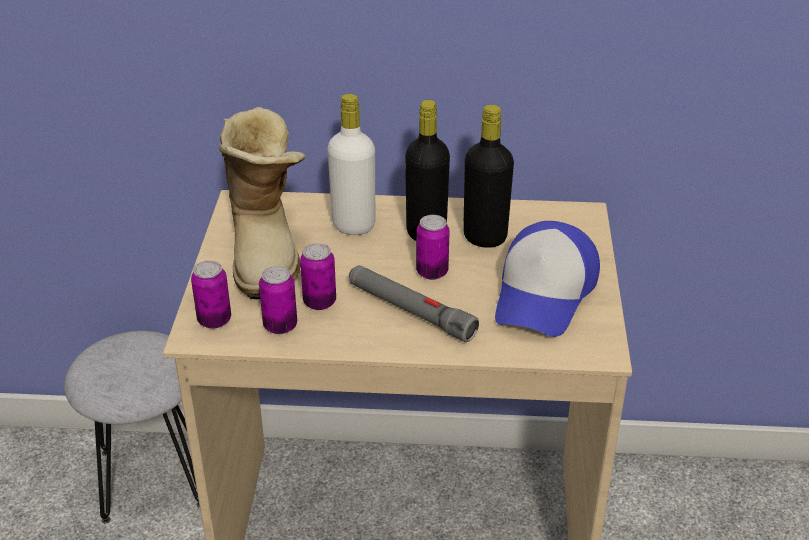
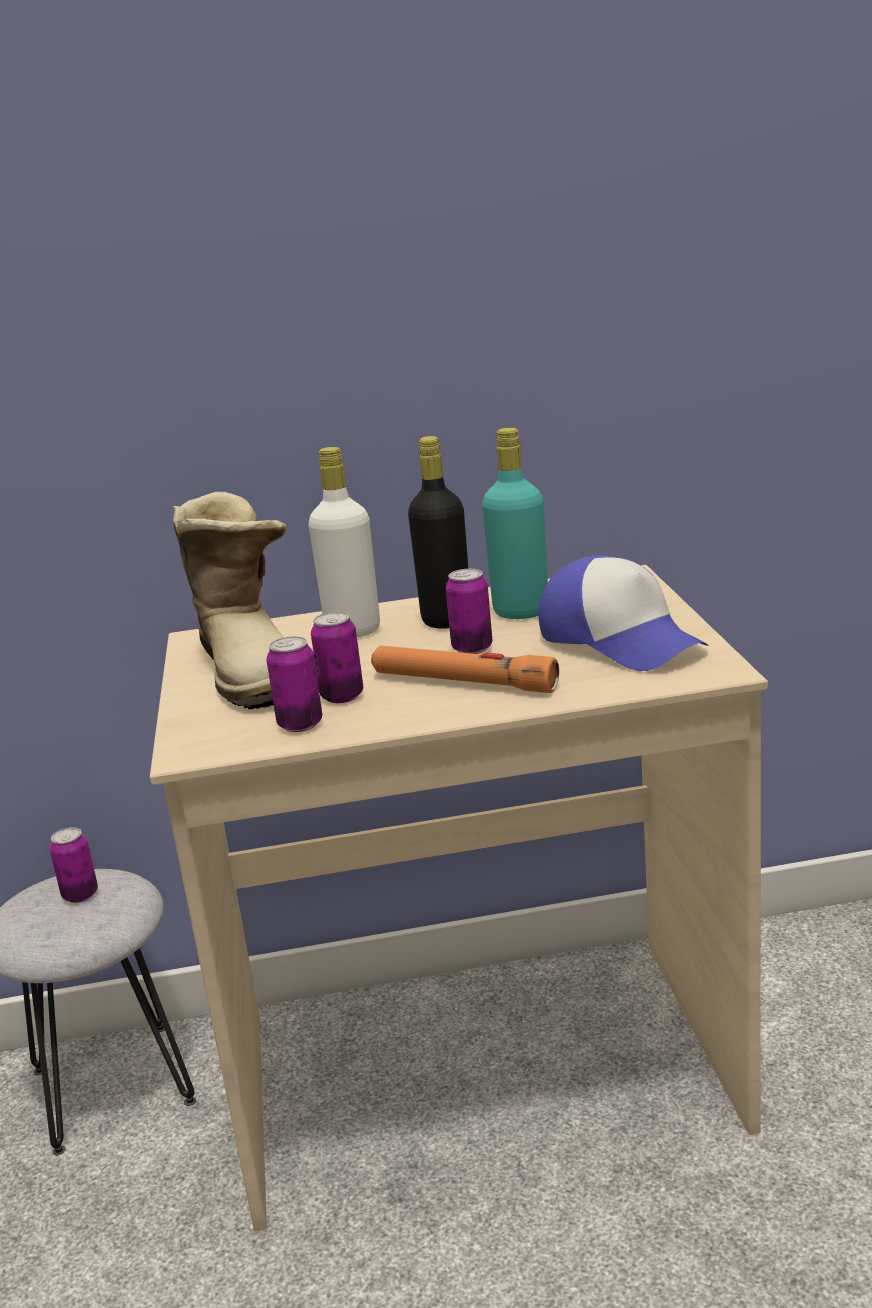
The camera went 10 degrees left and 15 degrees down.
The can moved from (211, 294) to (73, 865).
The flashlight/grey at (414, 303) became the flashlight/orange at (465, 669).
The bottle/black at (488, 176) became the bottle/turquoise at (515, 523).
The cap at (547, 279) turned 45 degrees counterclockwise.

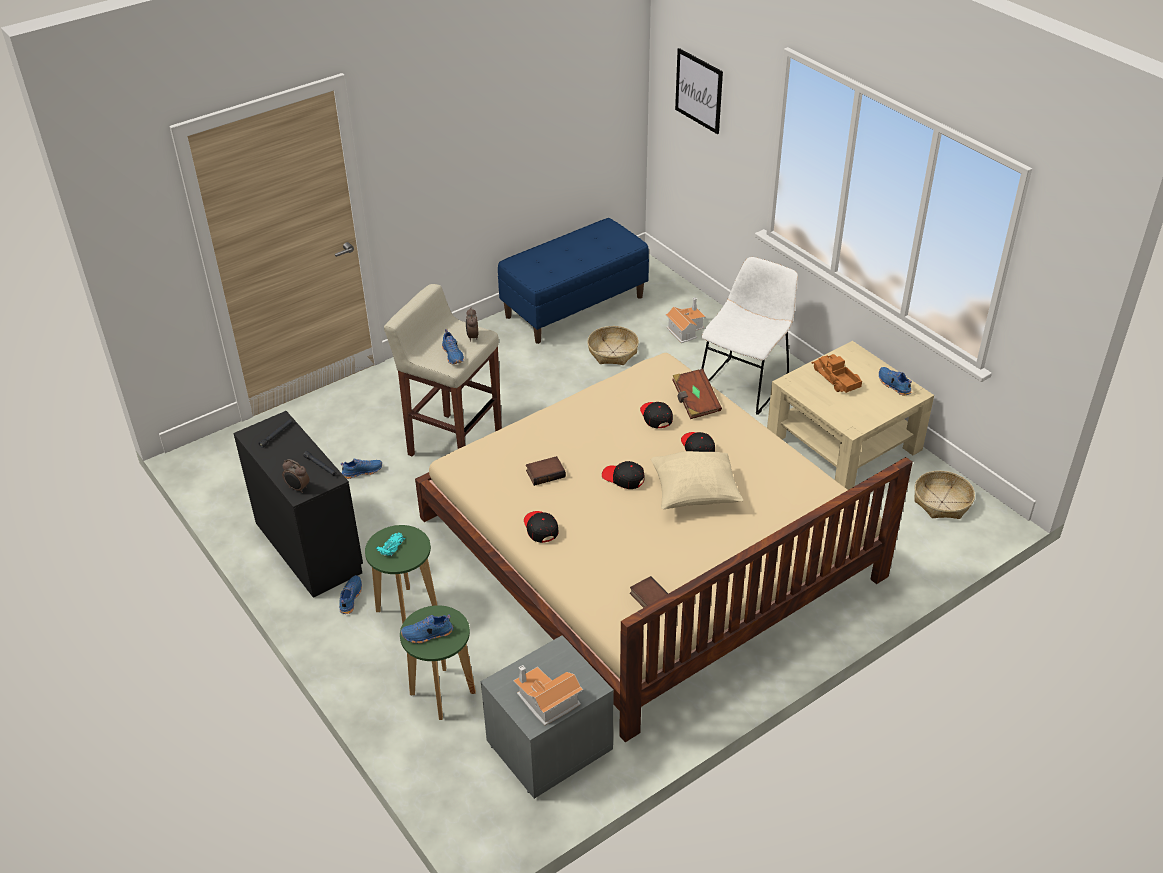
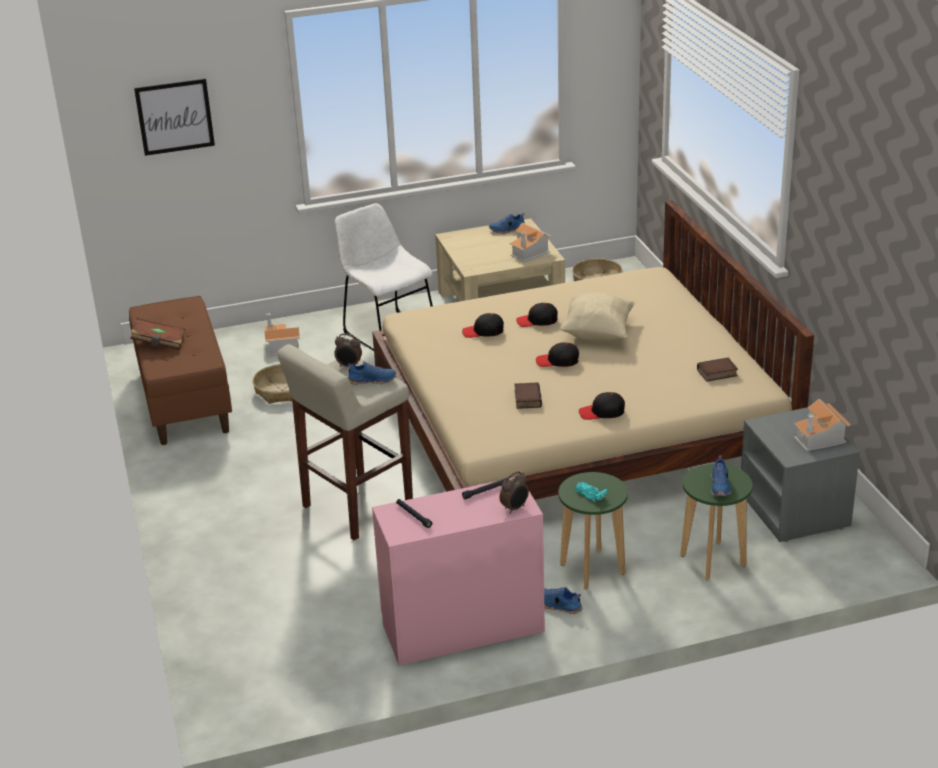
The camera went 70 degrees left and 10 degrees down.
The bench/blue at (573, 281) became the bench/brown at (180, 370).
The book/brown moved from (697, 394) to (157, 333).
The dresser/black at (298, 504) became the dresser/pink at (458, 571).
The toy house at (530, 242) appeared.
The cap/black at (623, 475) turned 45 degrees clockwise.
The shoe/blue at (361, 469) disappeared.
The toy truck at (836, 373) disappeared.

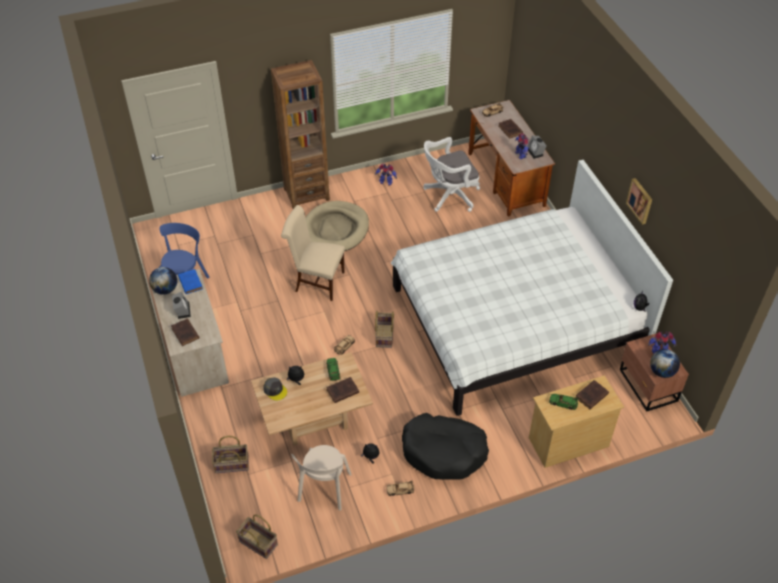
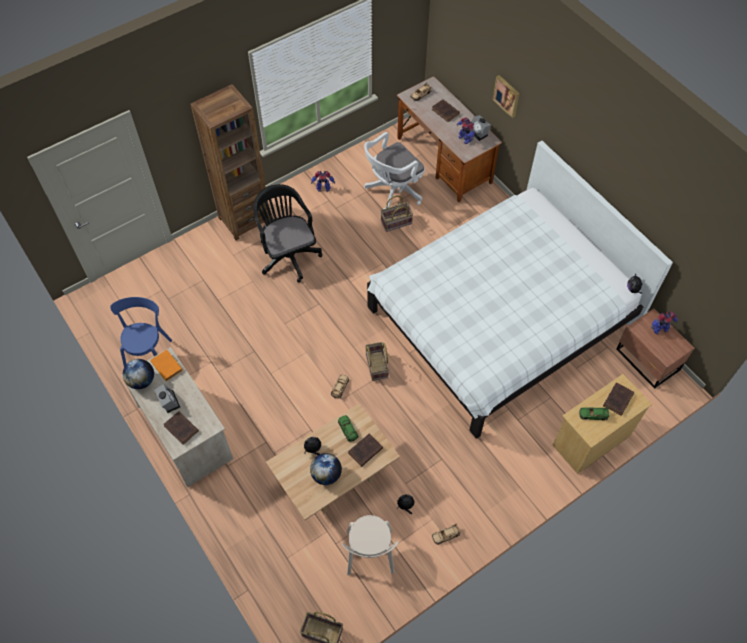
The camera went 15 degrees left and 10 degrees up.
The book/blue at (190, 281) became the book/orange at (166, 365).
The dog bed/beige at (337, 226) was replaced by the office chair/black at (287, 233).
The globe moved from (665, 363) to (326, 469).
The basket moved from (230, 454) to (397, 214).
The picture moved from (639, 201) to (506, 96).
The cap/grey at (275, 388) disappeared.
The chair/beige at (313, 253) disappeared.
The dog bed/black at (445, 446) disappeared.

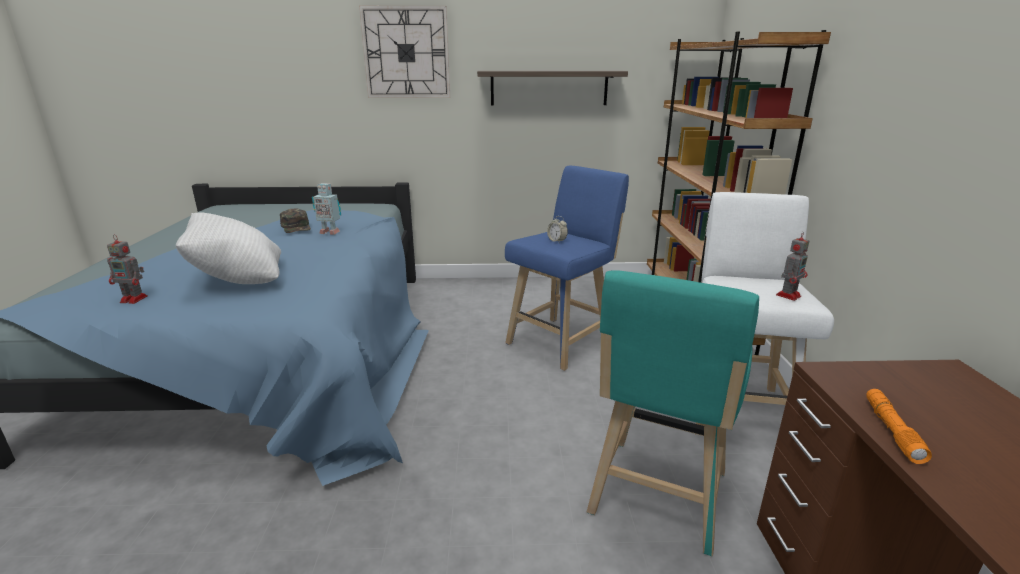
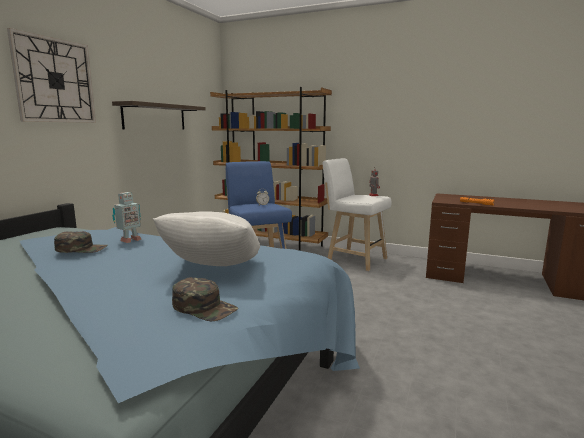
The camera went 65 degrees left and 10 degrees down.
The toy robot at (127, 269) was replaced by the cap/green at (205, 299).
The stool/turquoise at (673, 413) disappeared.

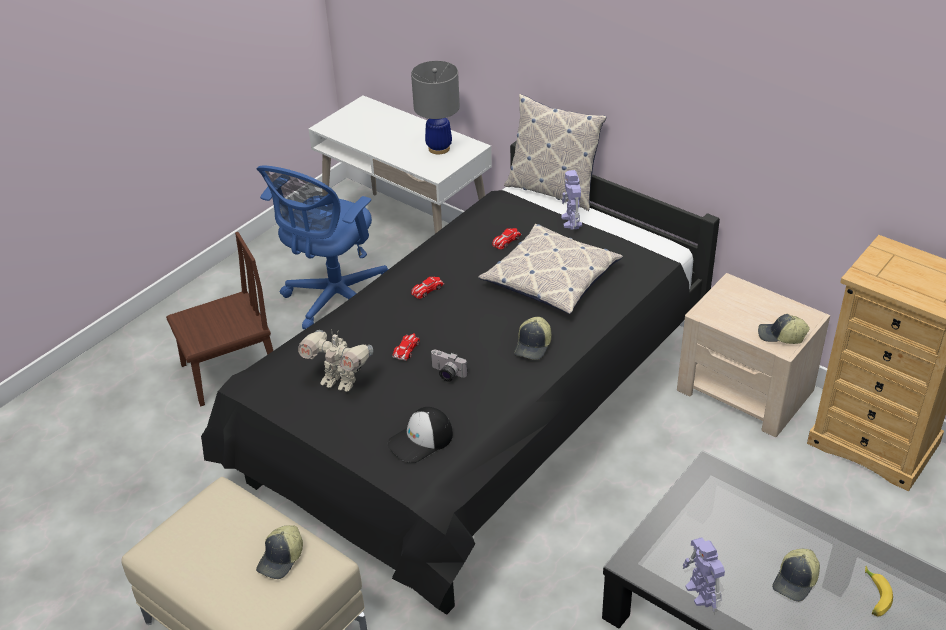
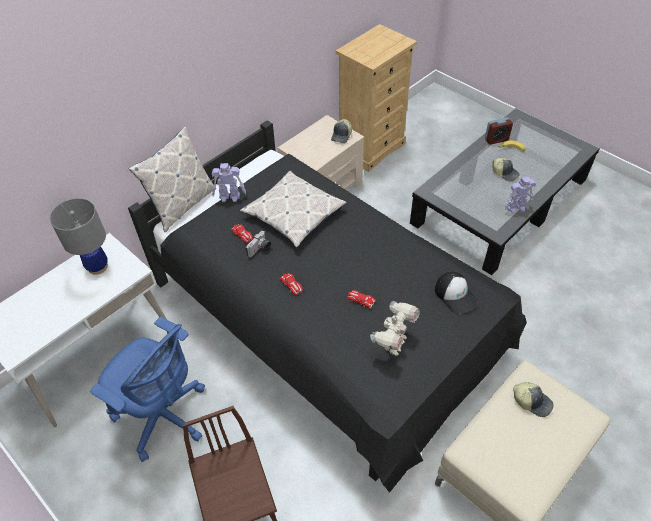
The camera went 85 degrees left and 10 degrees up.
The photo camera moved from (449, 365) to (258, 244).
The alarm clock at (499, 131) appeared.
The cap at (532, 338) disappeared.

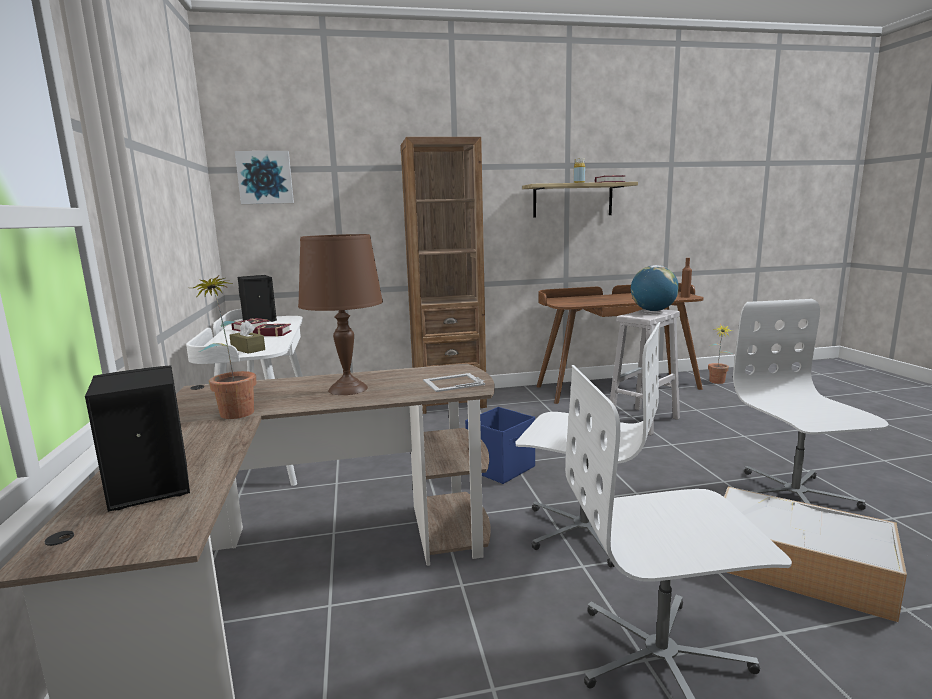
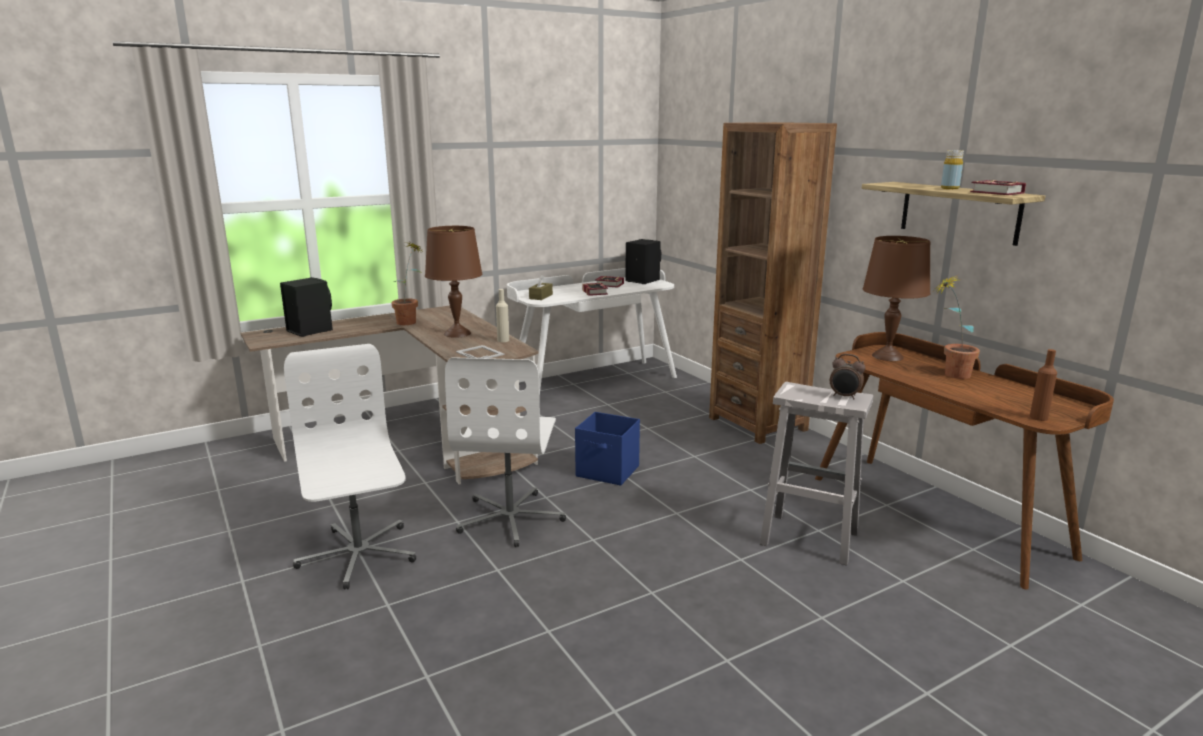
The camera went 70 degrees right and 5 degrees up.
The bottle/beige at (502, 315) appeared.
The globe at (655, 288) was replaced by the alarm clock at (847, 376).
The table lamp/brown at (897, 298) appeared.
The potted plant moved from (721, 354) to (956, 326).
The picture at (264, 177) disappeared.
The storage box at (815, 554) disappeared.
The office chair/white at (811, 404) disappeared.

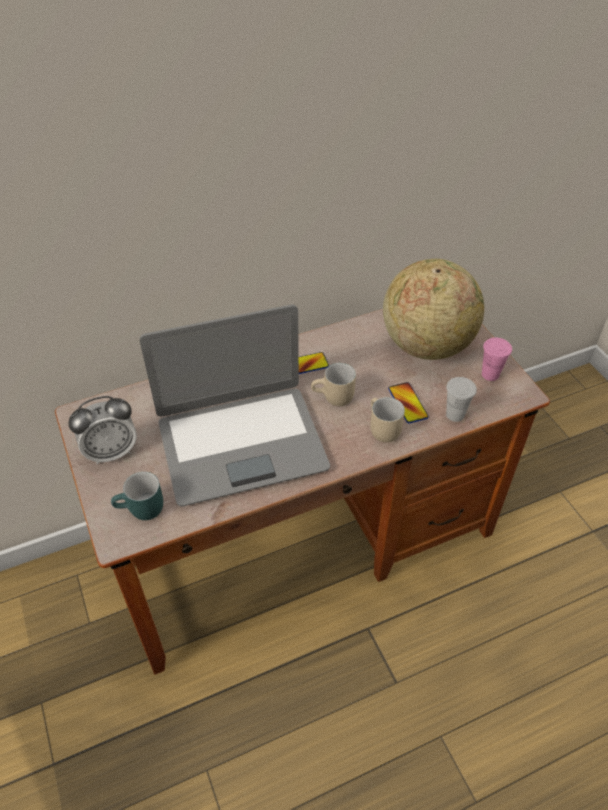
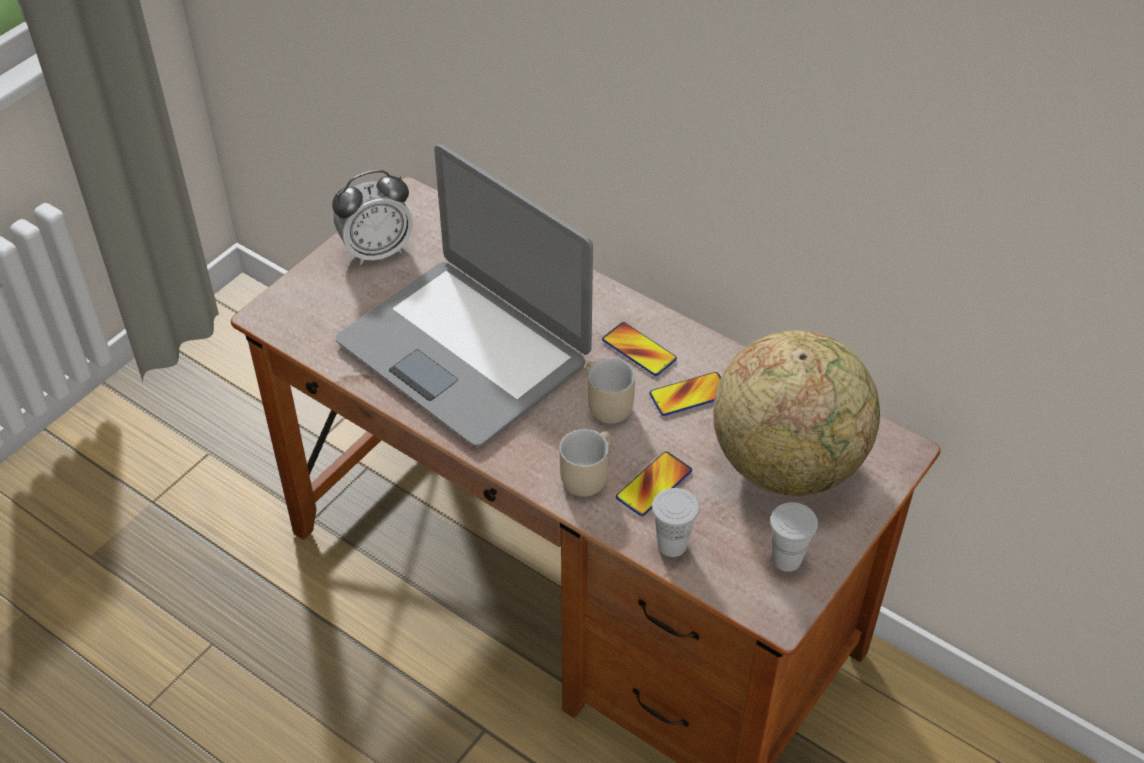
The camera went 60 degrees right and 0 degrees up.
The alarm clock at (102, 430) turned 60 degrees counterclockwise.
The phone at (685, 394) appeared.
The cup/pink at (497, 359) became the cup/white at (794, 537).
The mug/turquoise at (137, 496) disappeared.

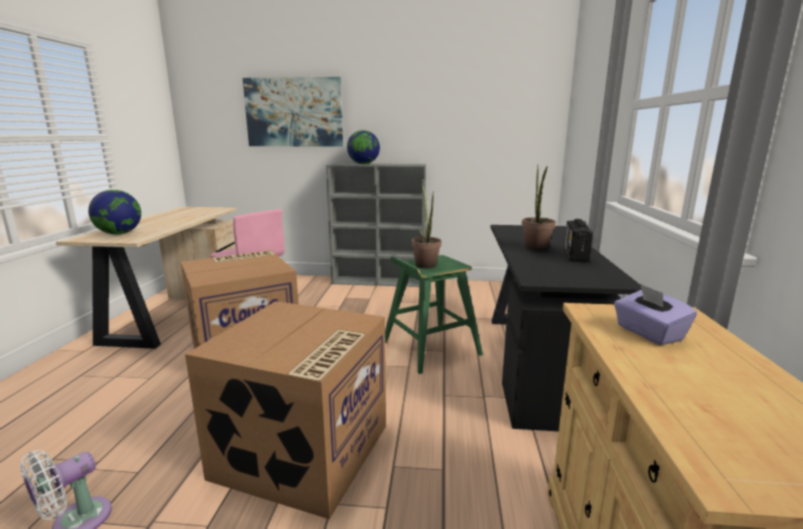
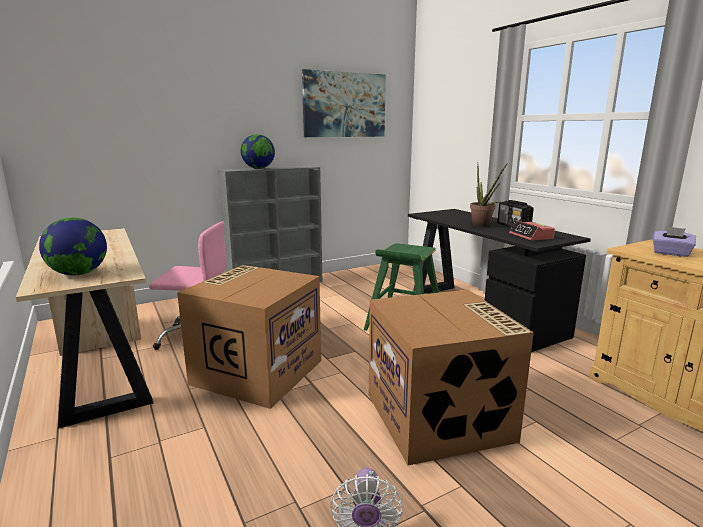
The camera went 35 degrees left and 0 degrees up.
The picture moved from (293, 112) to (344, 103).
The alarm clock at (532, 230) appeared.
The potted plant at (426, 225) disappeared.

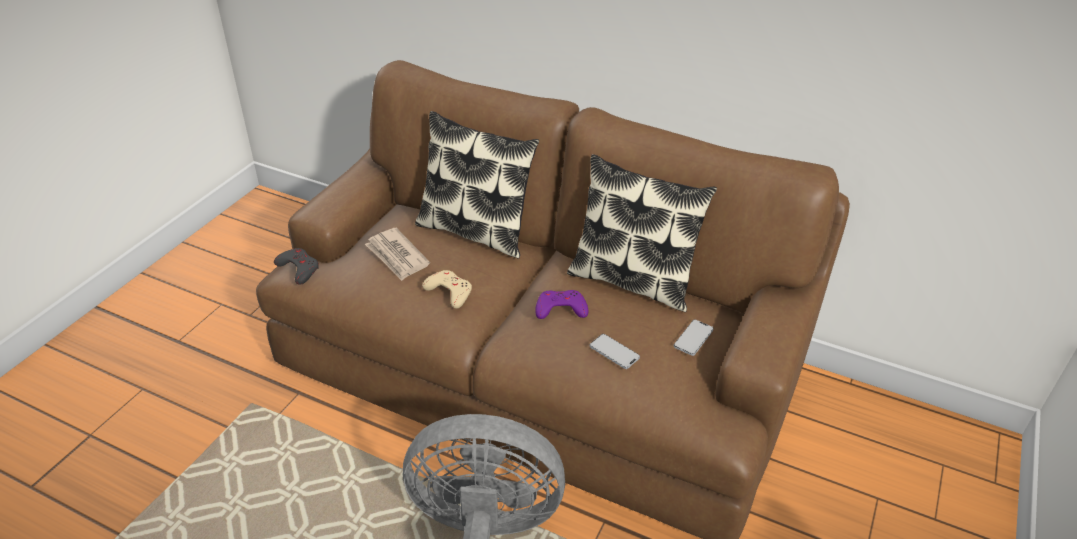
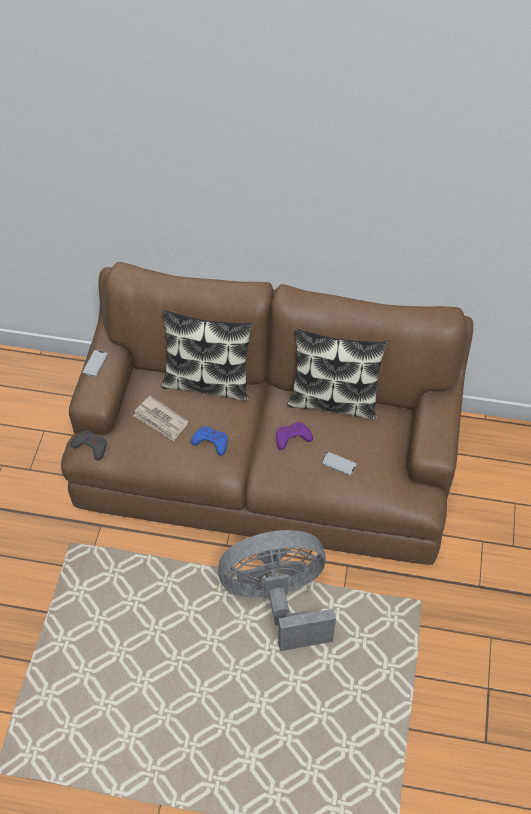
The camera went 15 degrees left and 15 degrees up.
The phone moved from (694, 337) to (95, 363).
The game controller/beige at (447, 289) became the game controller/blue at (209, 441).

